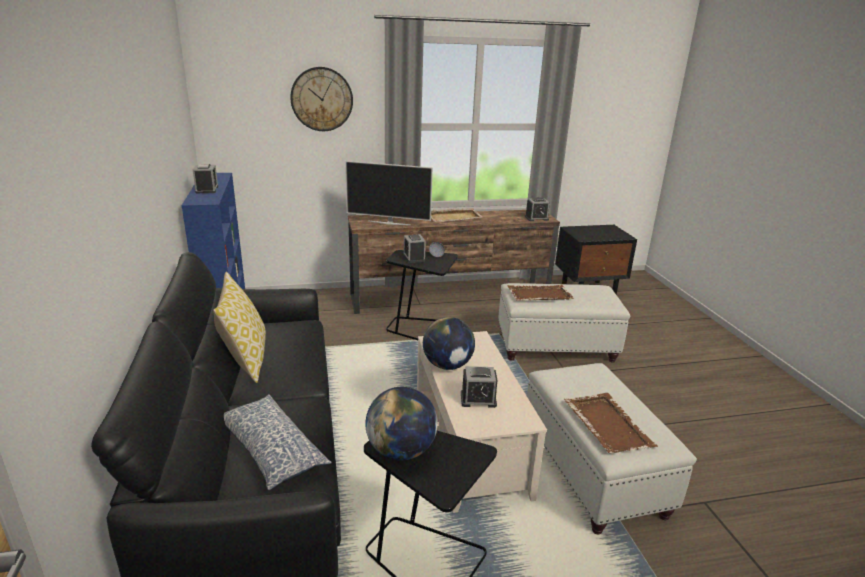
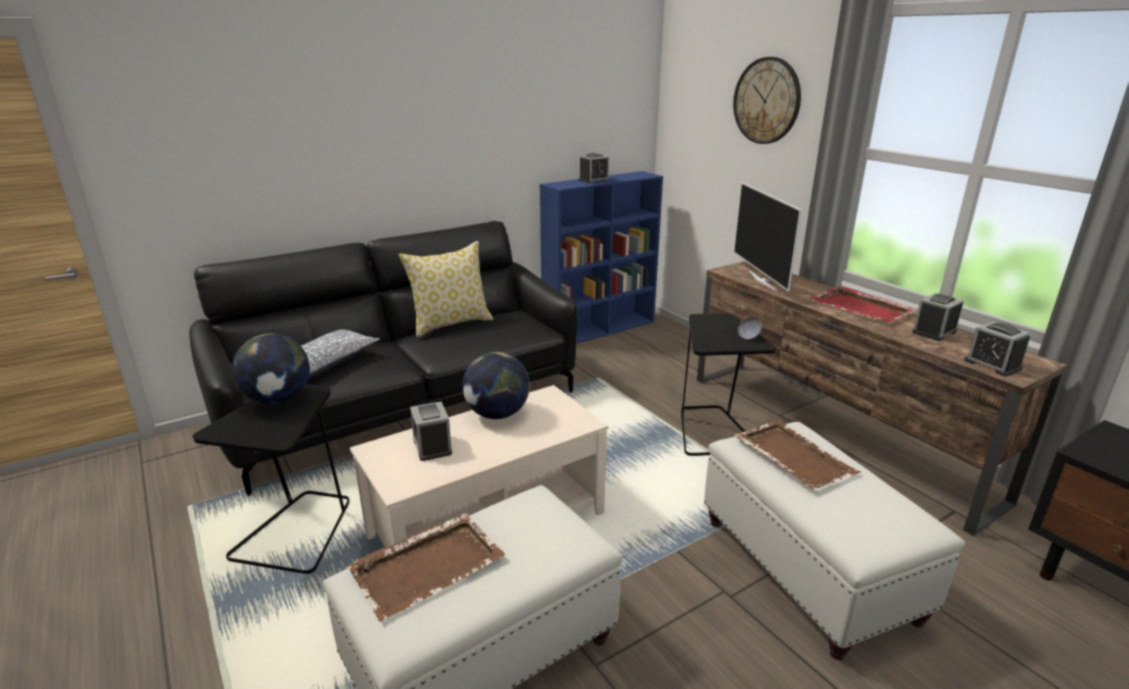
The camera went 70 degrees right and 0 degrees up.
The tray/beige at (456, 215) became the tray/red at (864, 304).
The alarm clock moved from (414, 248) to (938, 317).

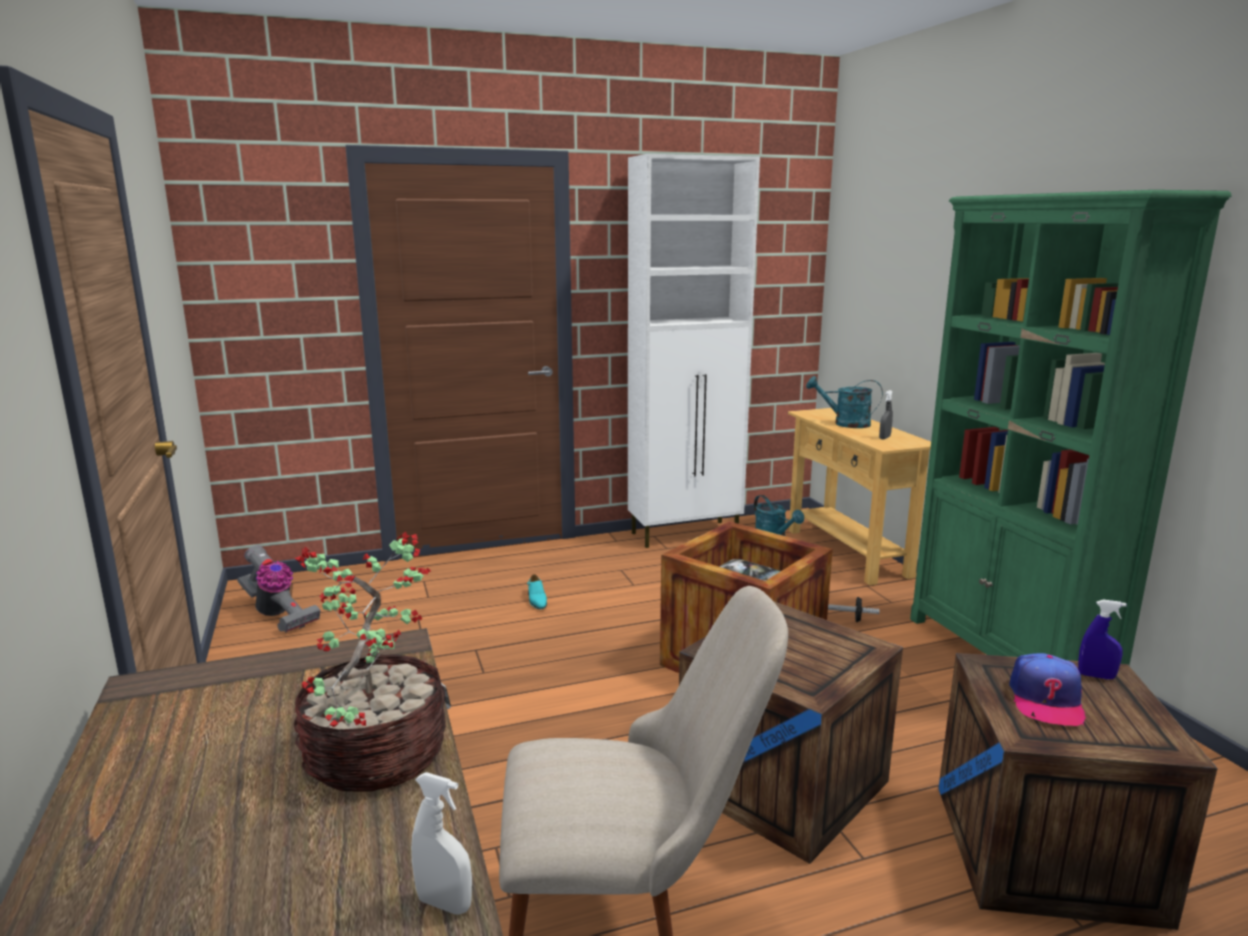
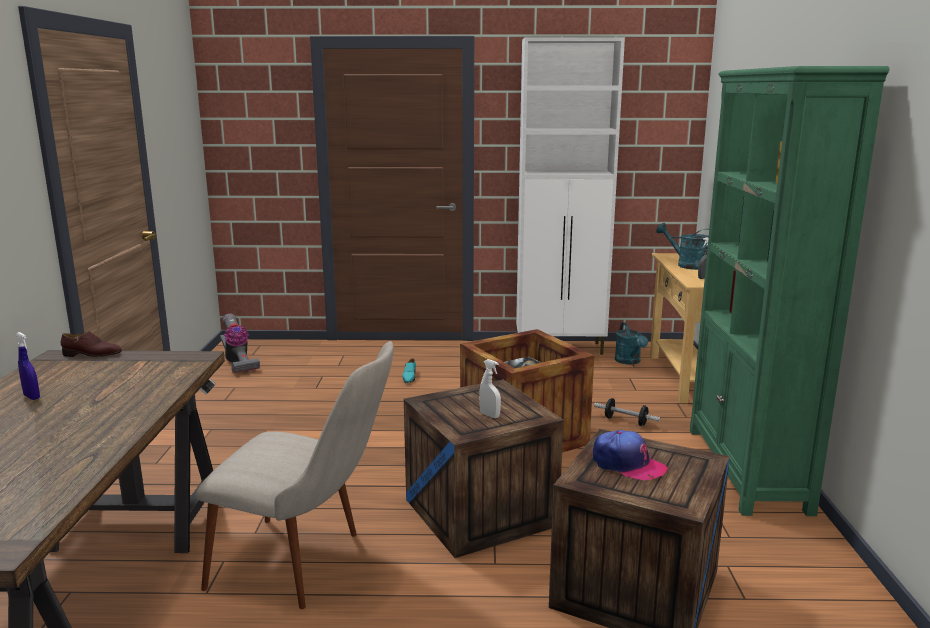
The camera went 20 degrees right and 0 degrees up.
The spray bottle/blue moved from (1102, 639) to (28, 366).
The shoe/brown at (91, 344) appeared.
The spray bottle/white moved from (441, 843) to (490, 388).
The cap at (1047, 689) turned 90 degrees counterclockwise.
The potted plant at (370, 662) disappeared.

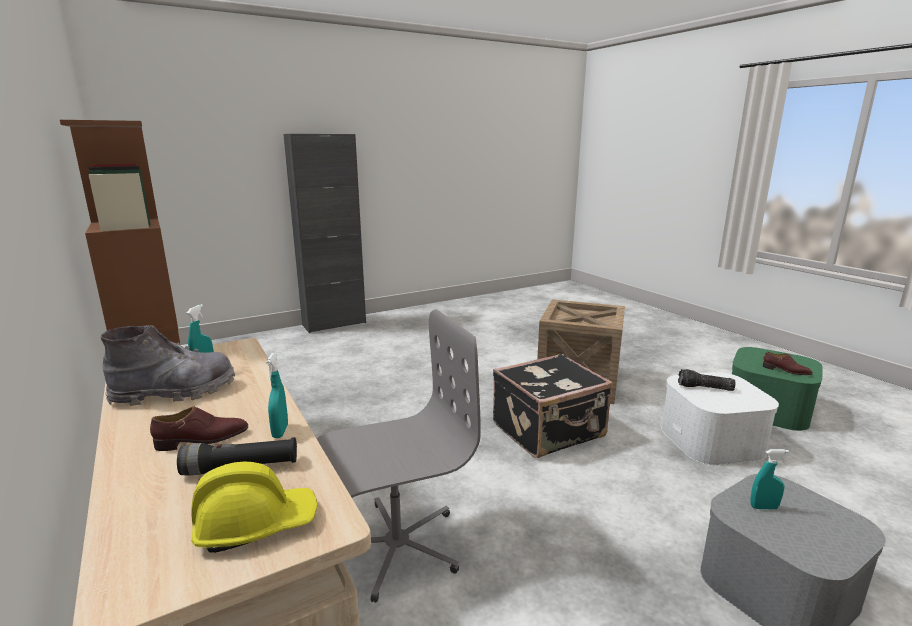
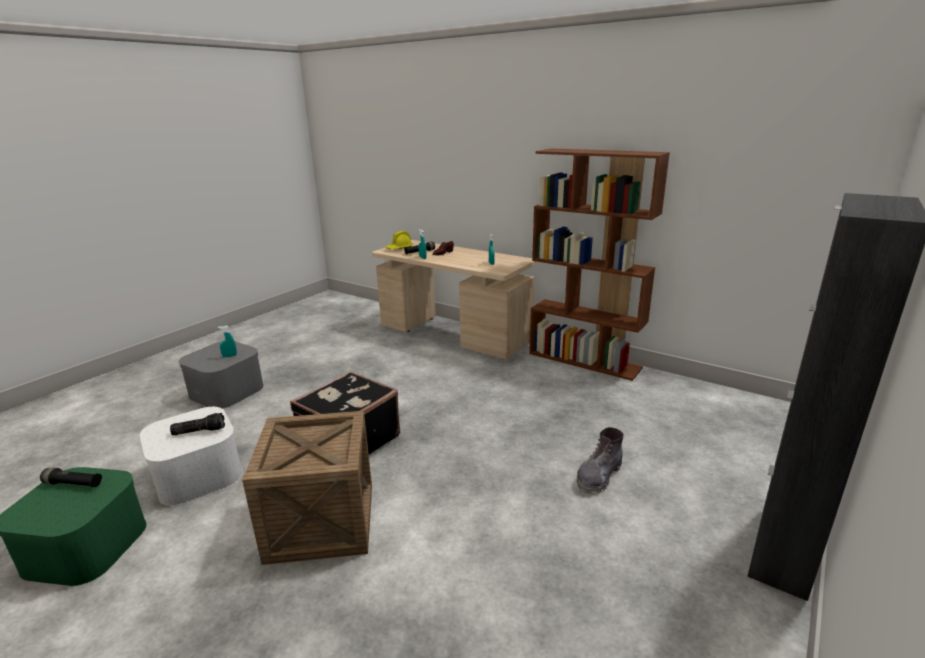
The camera went 155 degrees right and 5 degrees up.
The shoe/brown at (787, 363) was replaced by the flashlight/black at (71, 477).
The boot/grey moved from (167, 365) to (600, 460).
The office chair/grey at (399, 456) disappeared.

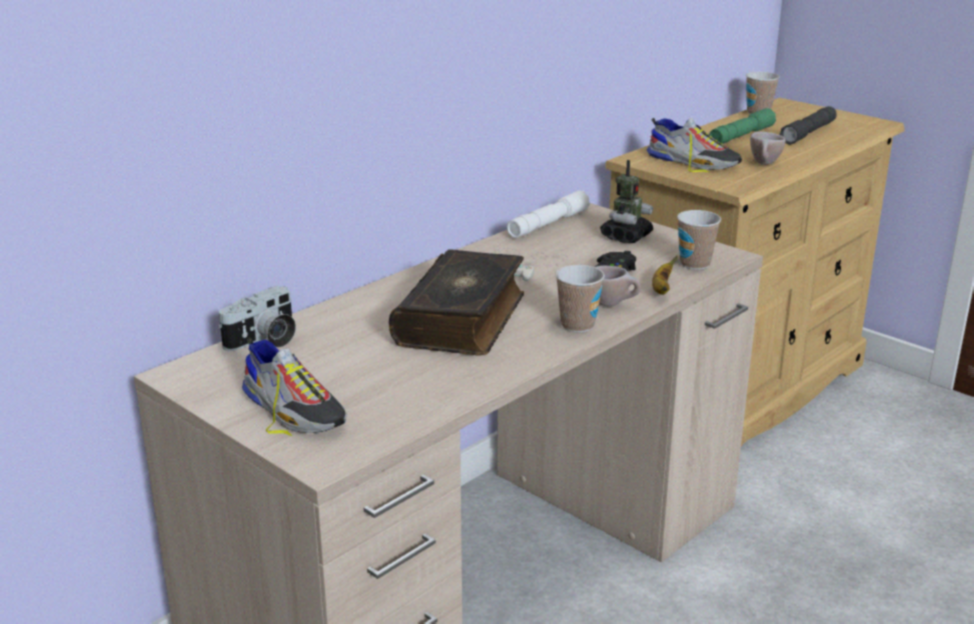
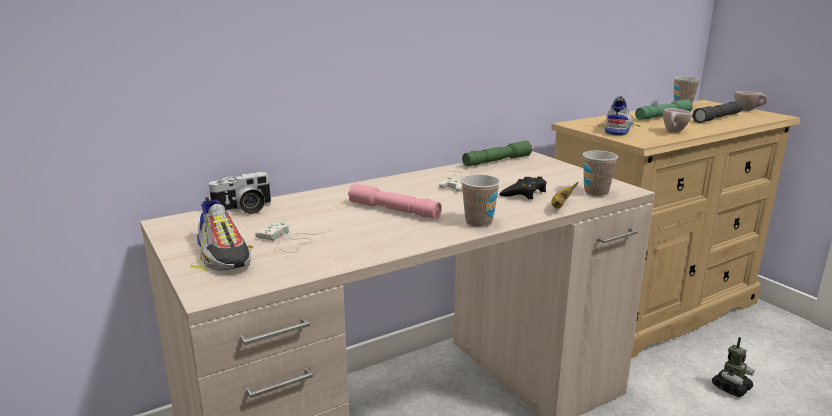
The camera went 15 degrees right and 5 degrees down.
The game controller/white at (293, 237) appeared.
The book at (456, 302) was replaced by the flashlight/pink at (395, 201).
The flashlight/white at (548, 214) became the flashlight/green at (497, 154).
The shoe at (694, 145) turned 120 degrees counterclockwise.
The toy robot moved from (626, 201) to (733, 367).
The cup/beige moved from (618, 286) to (751, 101).

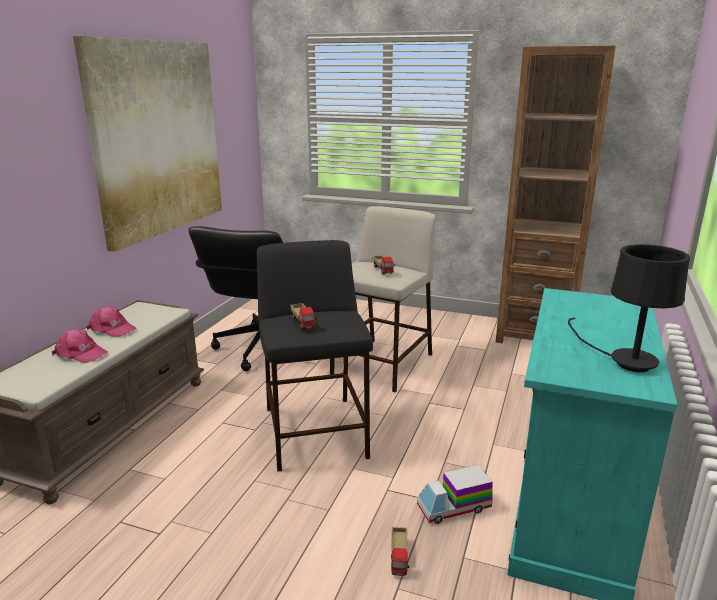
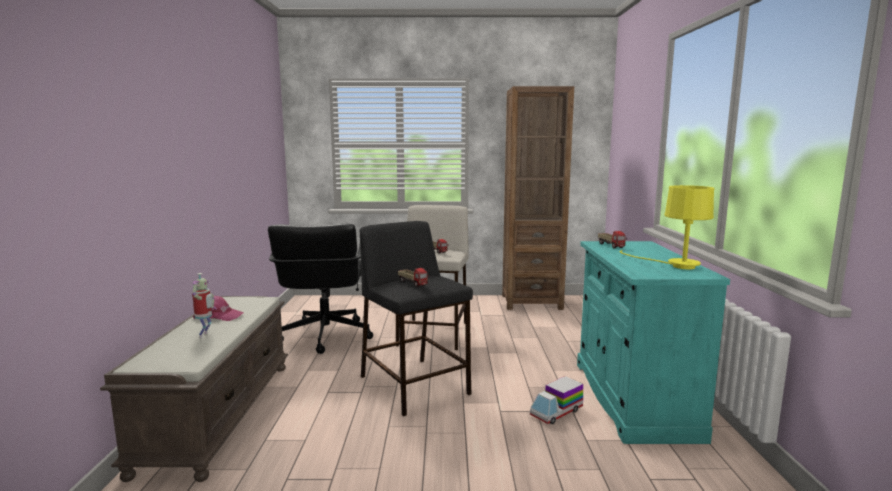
The camera went 20 degrees left and 10 degrees down.
The cap/pink at (80, 346) was replaced by the toy robot at (204, 305).
The toy truck moved from (400, 551) to (612, 239).
The table lamp/black at (629, 308) became the table lamp/yellow at (667, 227).
The picture at (147, 144) disappeared.

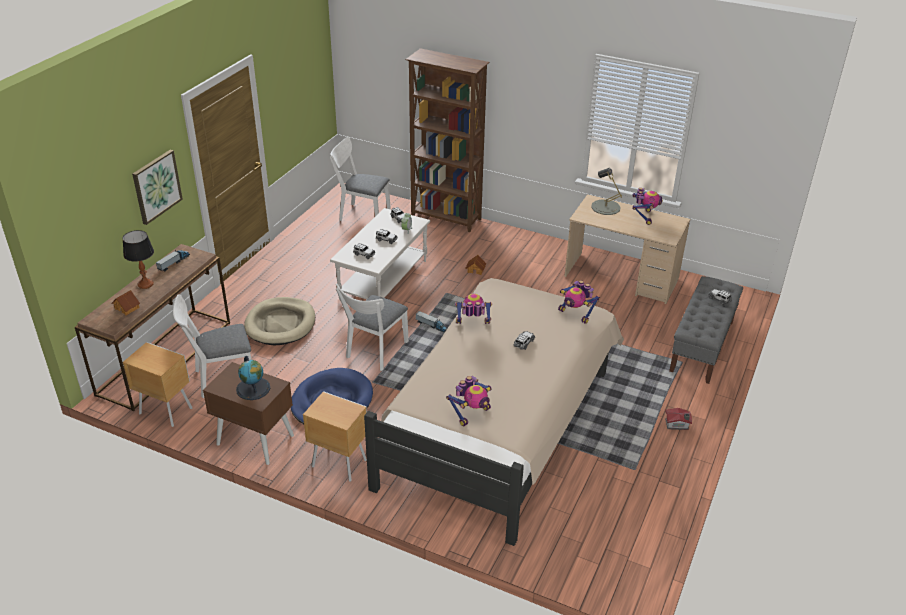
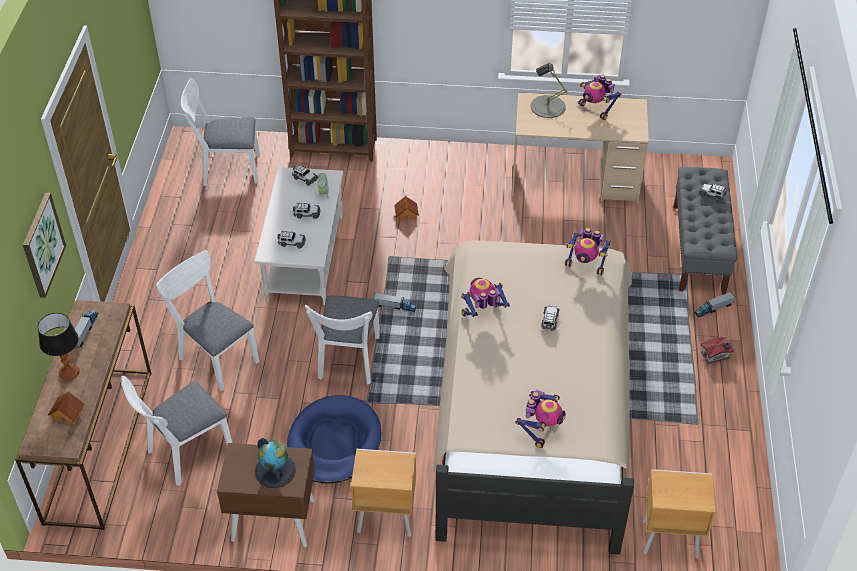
The camera went 20 degrees left and 10 degrees up.
The dog bed/beige at (279, 321) was replaced by the chair/white at (207, 321).
The toy robot at (648, 206) turned 150 degrees clockwise.
The nightstand/brown moved from (157, 384) to (678, 514).
The toy truck at (714, 304) appeared.

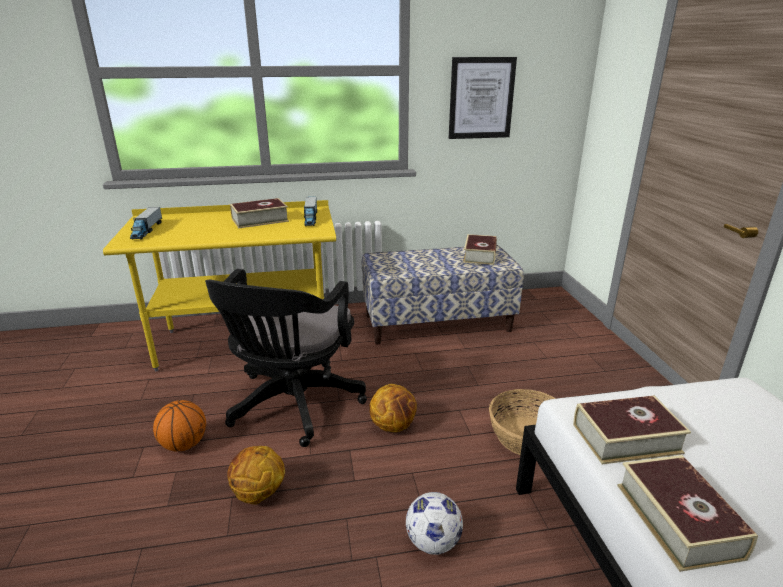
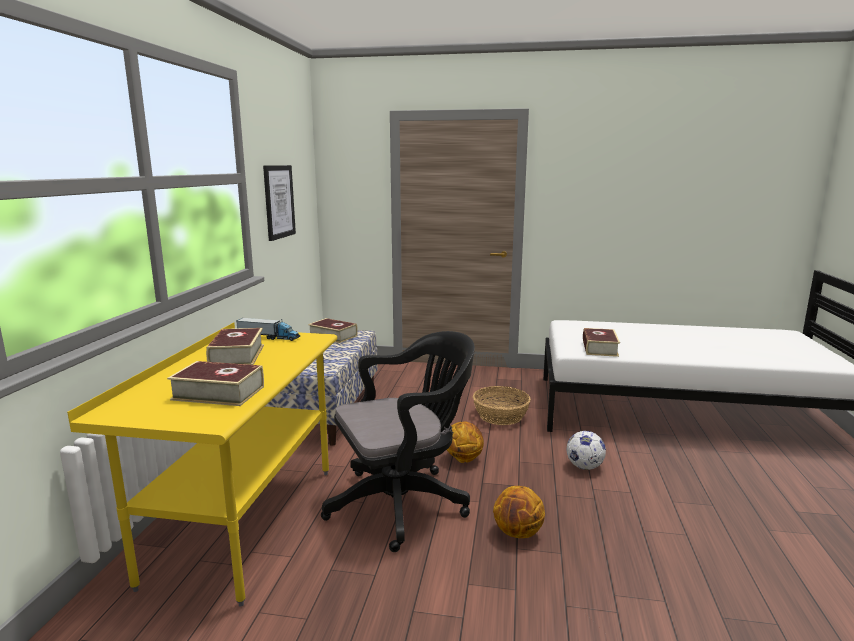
The camera went 70 degrees left and 10 degrees down.
The book moved from (687, 513) to (215, 383).
The office chair/black at (286, 358) turned 60 degrees counterclockwise.
The toy truck at (146, 223) disappeared.
The basketball at (179, 426) disappeared.

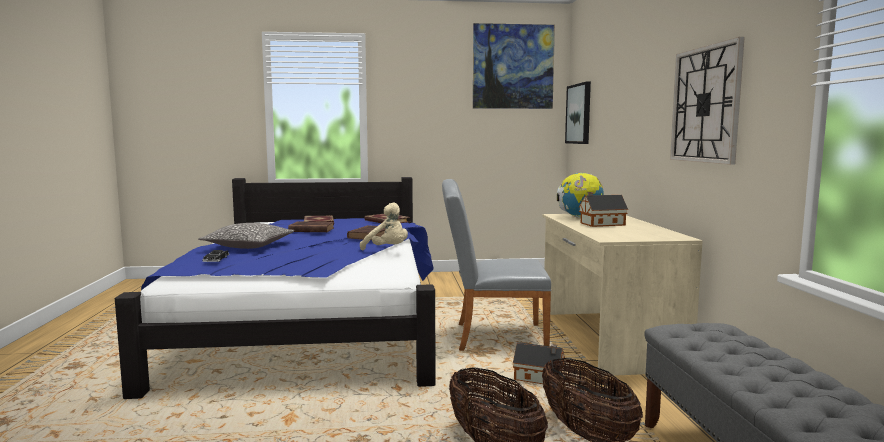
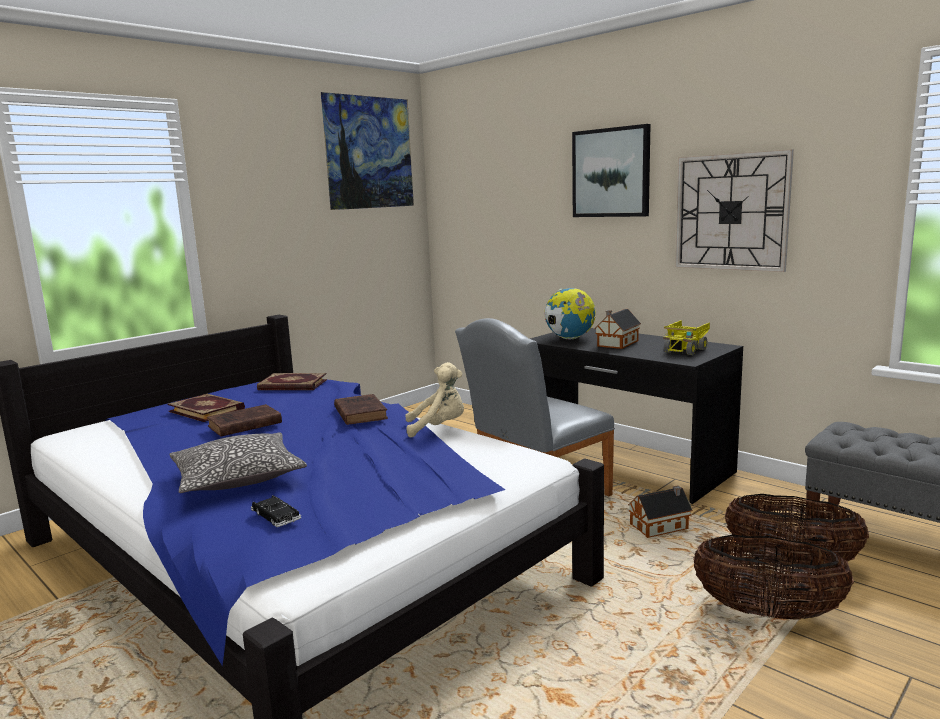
The camera went 40 degrees left and 5 degrees up.
The desk/beige at (622, 295) became the desk/black at (636, 416).
The picture moved from (578, 113) to (611, 170).
The toy truck at (686, 337) appeared.

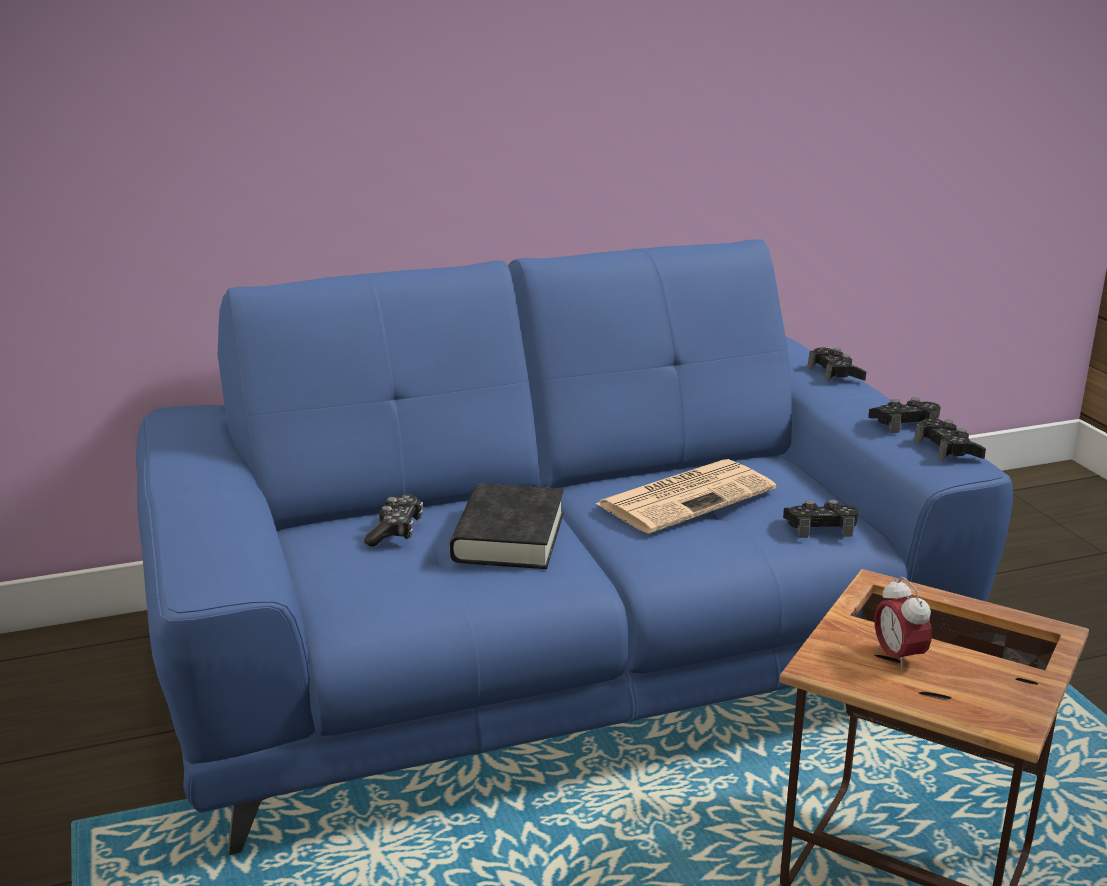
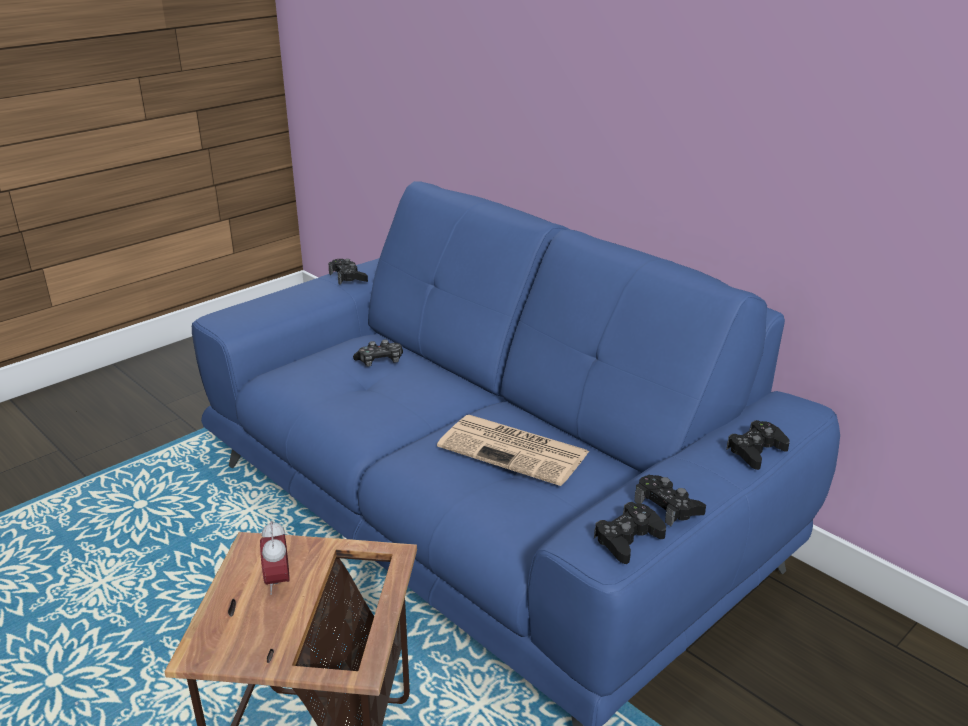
The camera went 65 degrees right and 5 degrees up.
The alarm clock at (903, 624) turned 60 degrees counterclockwise.
The game controller/black moved from (820, 518) to (348, 272).
The book/black at (507, 526) disappeared.

